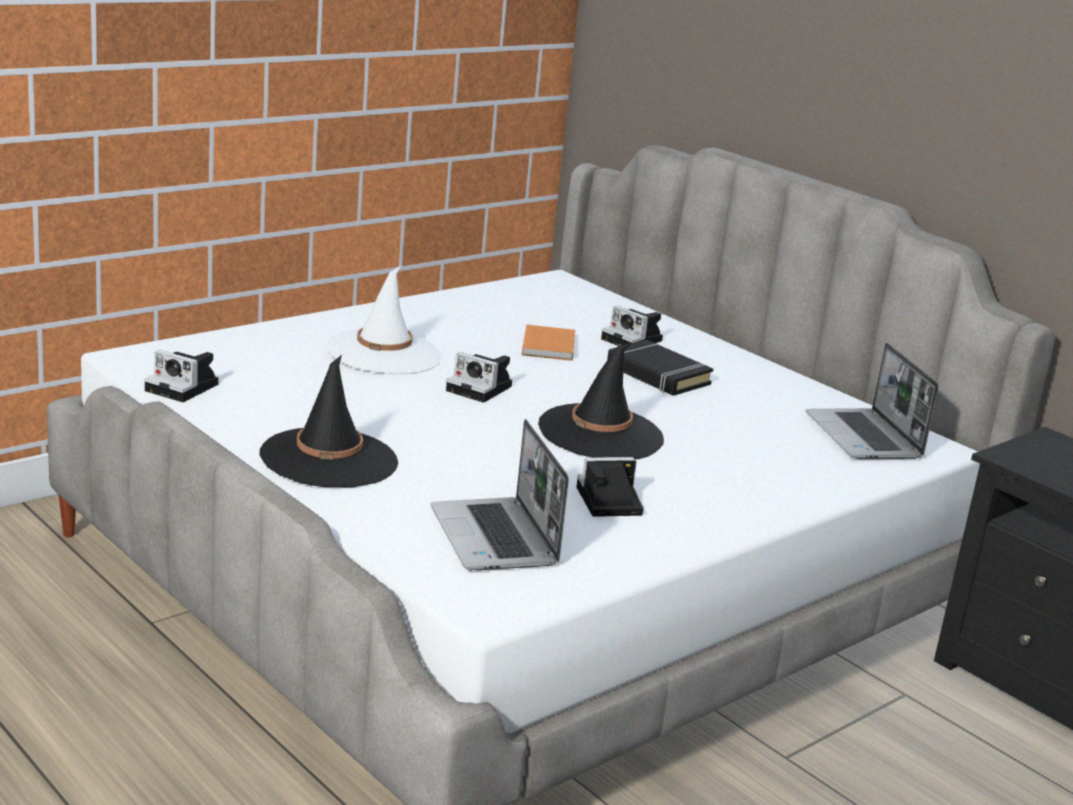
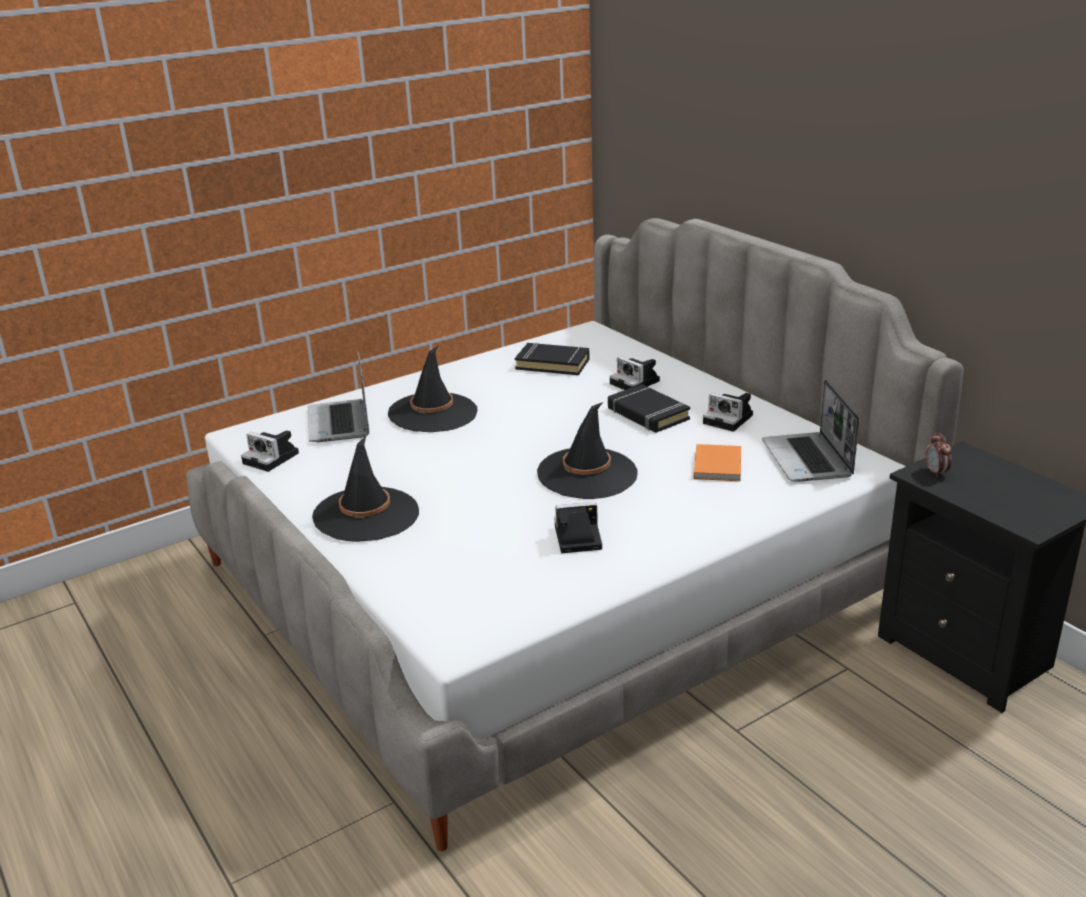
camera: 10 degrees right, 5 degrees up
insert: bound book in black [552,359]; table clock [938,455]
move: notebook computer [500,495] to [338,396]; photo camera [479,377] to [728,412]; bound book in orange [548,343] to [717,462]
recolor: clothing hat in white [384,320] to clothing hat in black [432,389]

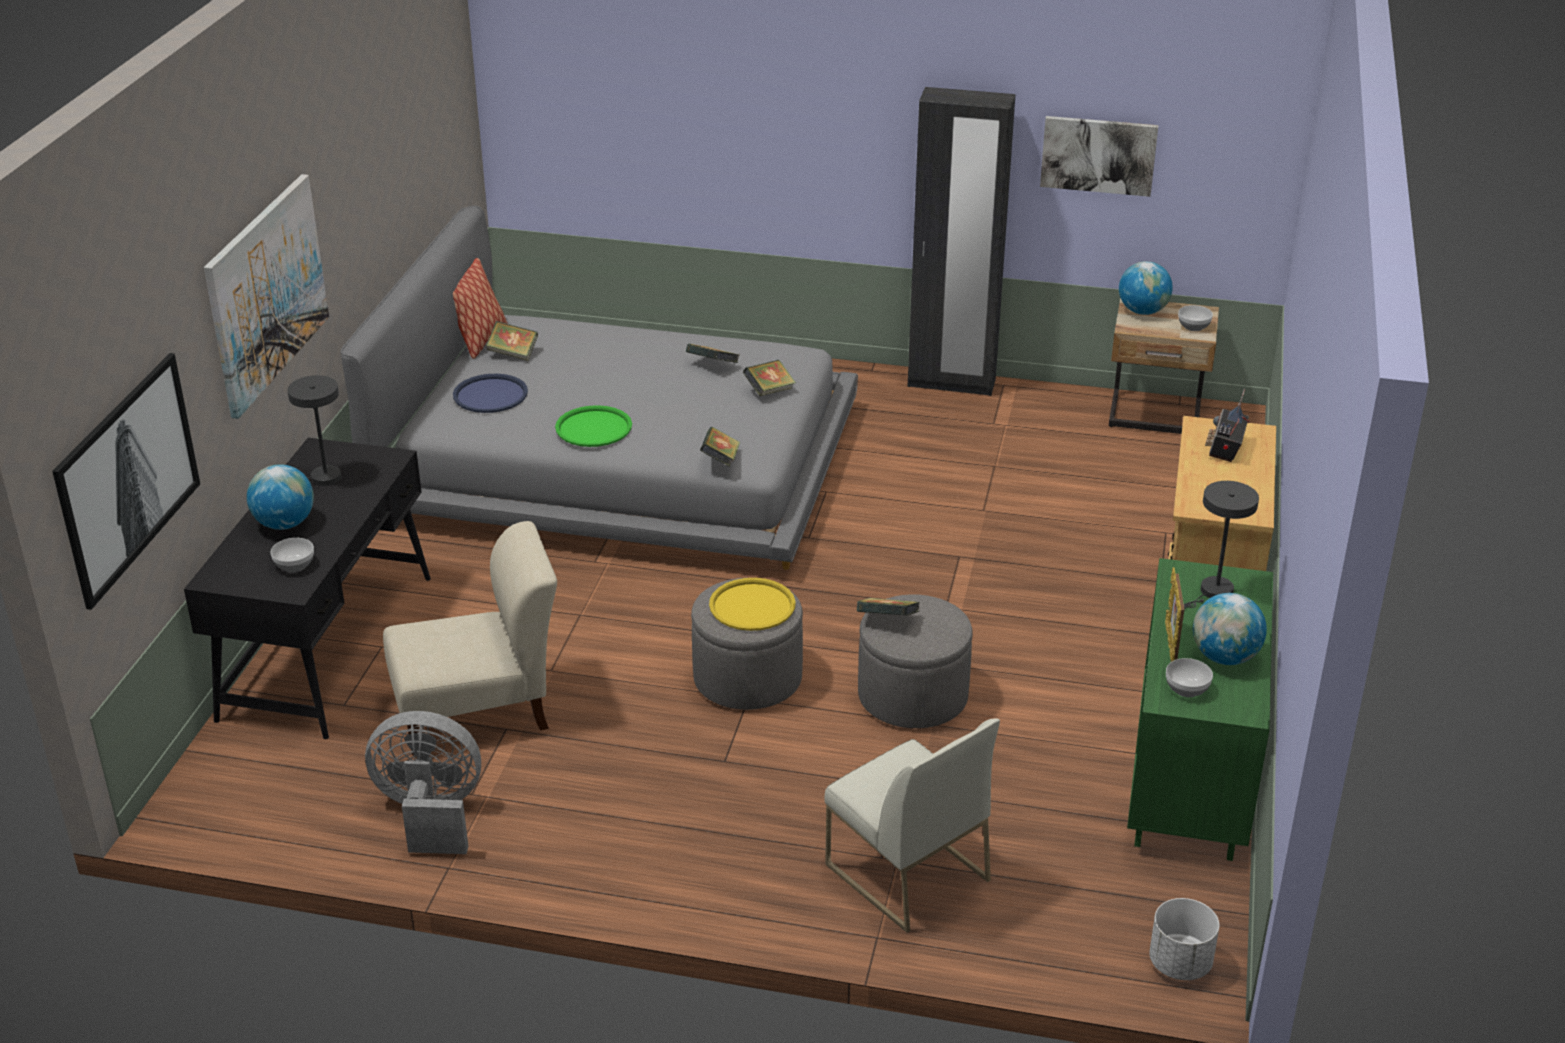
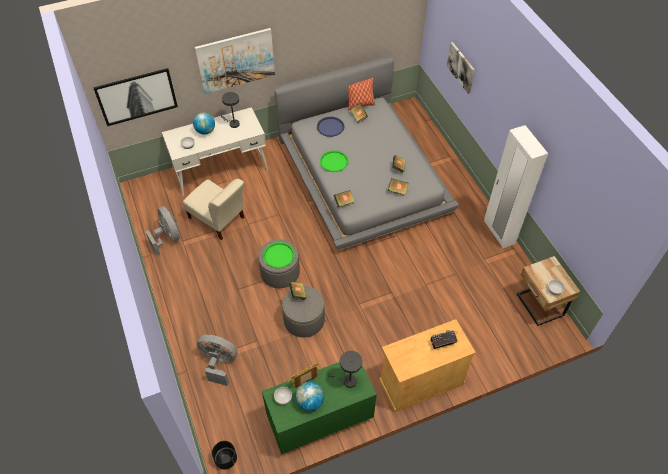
camera: 55 degrees right, 20 degrees up
delete: globe [1146,288]
move: picture [1099,156] to [461,68]
replace: plain chair in white [912,825] to cooling fan in greyish [217,360]
recolor: desk table in black [307,588] to desk table in white [215,151]; carrying tray in yellow-coloured [752,604] to carrying tray in green-coloured [279,255]; clothes cupboard in black [962,241] to clothes cupboard in white [516,187]; plant pot in white [1184,939] to plant pot in black [224,455]

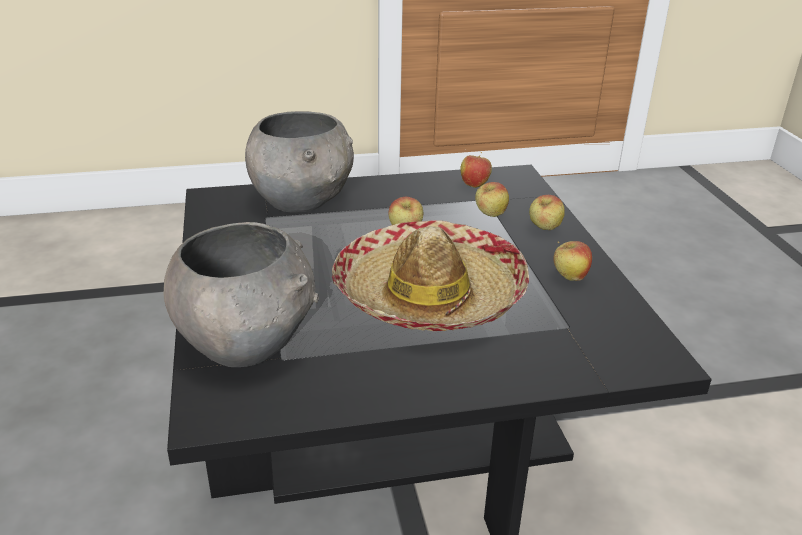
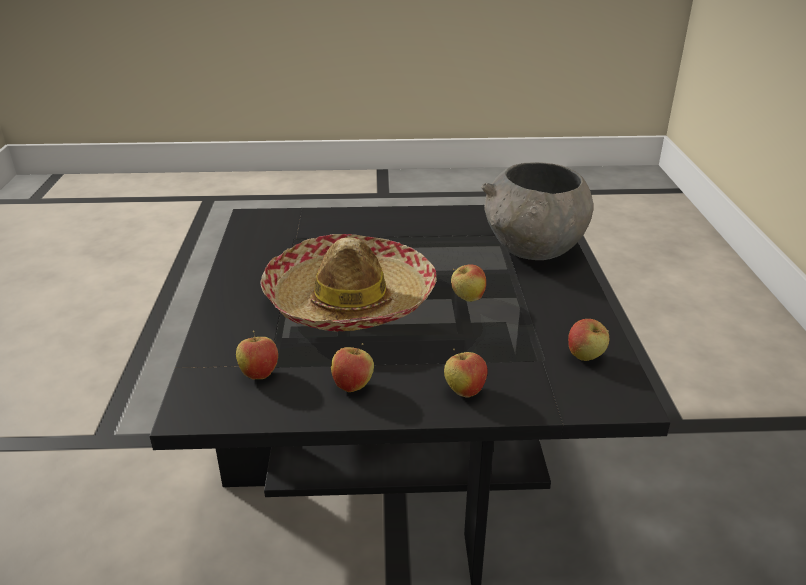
camera: 100 degrees right, 0 degrees up
delete: bowl in greyish [241,294]
move: apple [492,199] to [257,355]

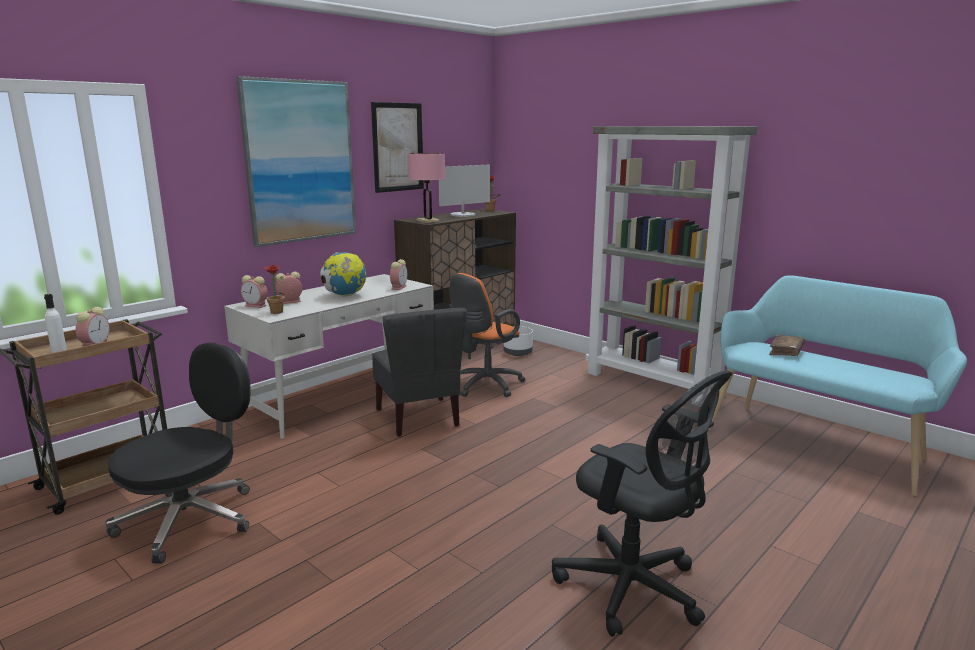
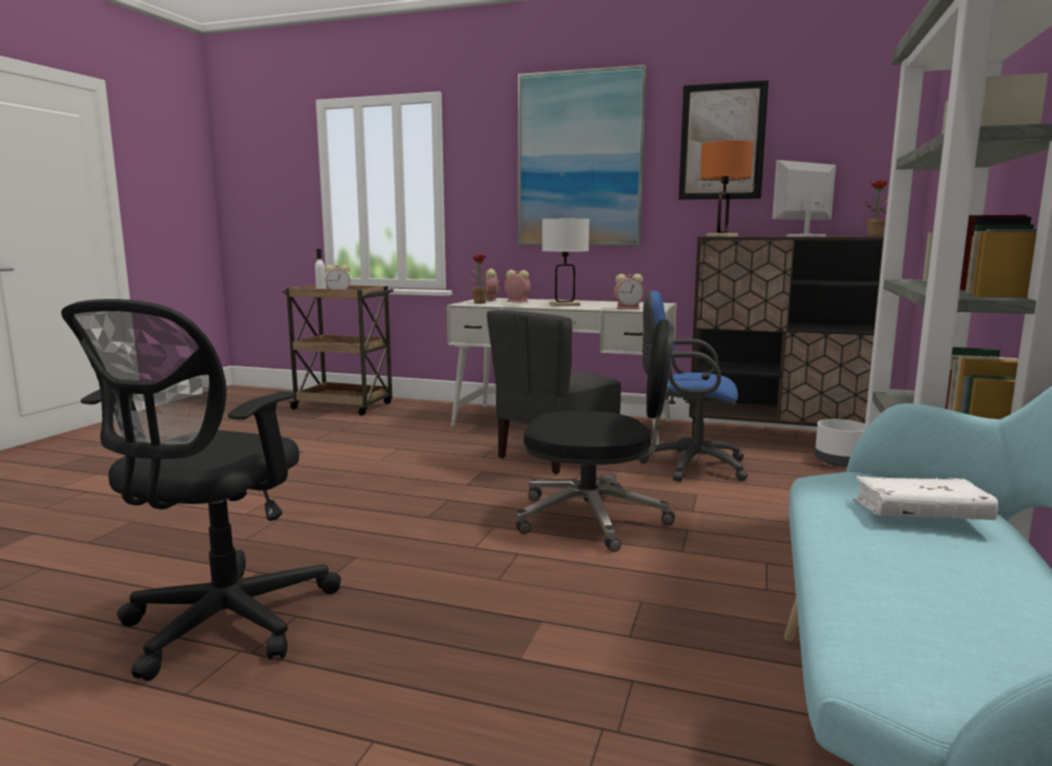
camera: 65 degrees right, 5 degrees down
move: office chair in black [178,453] to [595,435]
replace: globe [343,274] to table lamp in white [565,263]
recolor: table lamp in pinkish [426,188] to table lamp in orange [726,188]; office chair in orange [487,335] to office chair in bluish [693,386]; bound book in brown-coloured [787,345] to bound book in white [926,498]
rotate: computer display [464,191] = [804,198] 120 degrees clockwise

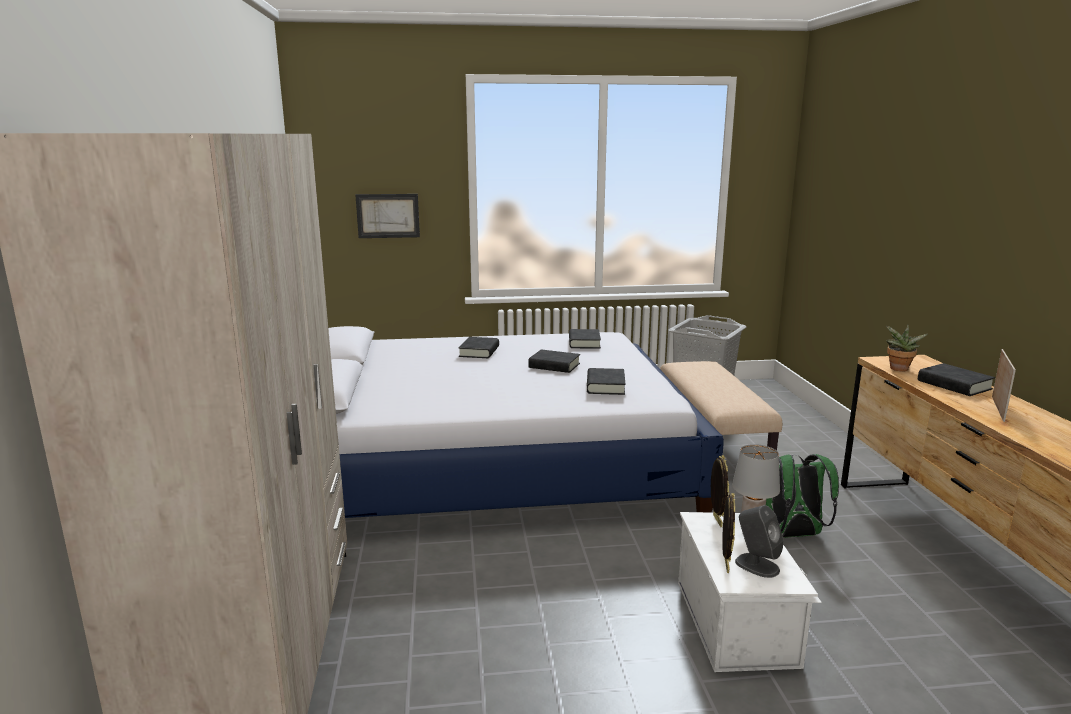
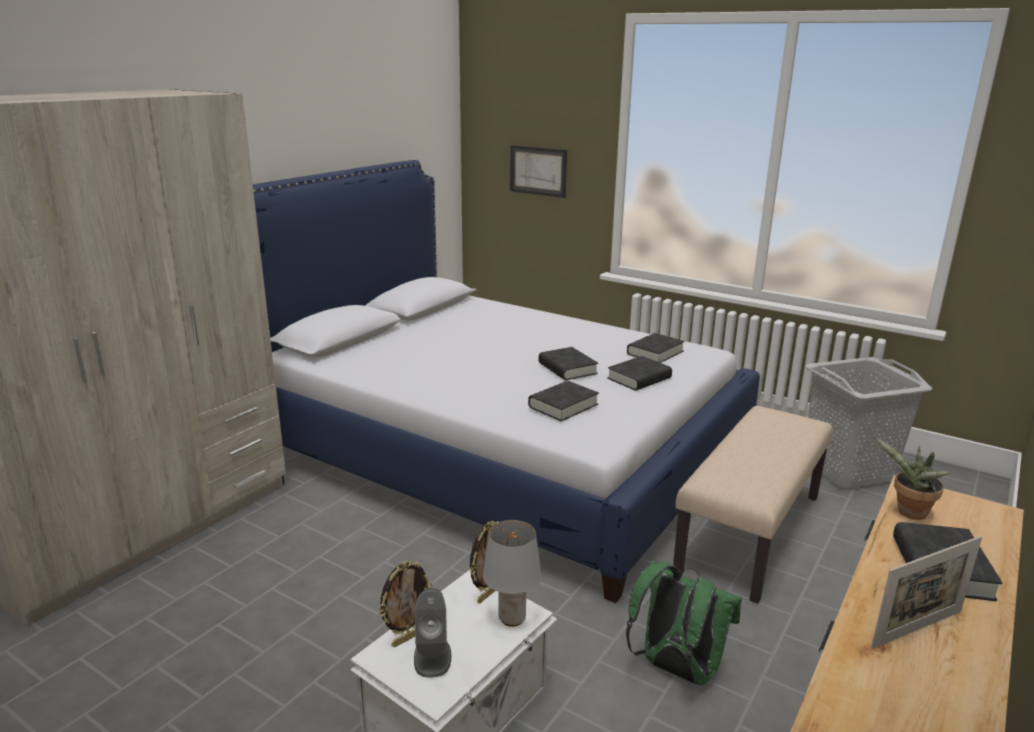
camera: 40 degrees right, 5 degrees up
move: bound book in black [479,347] to [639,373]

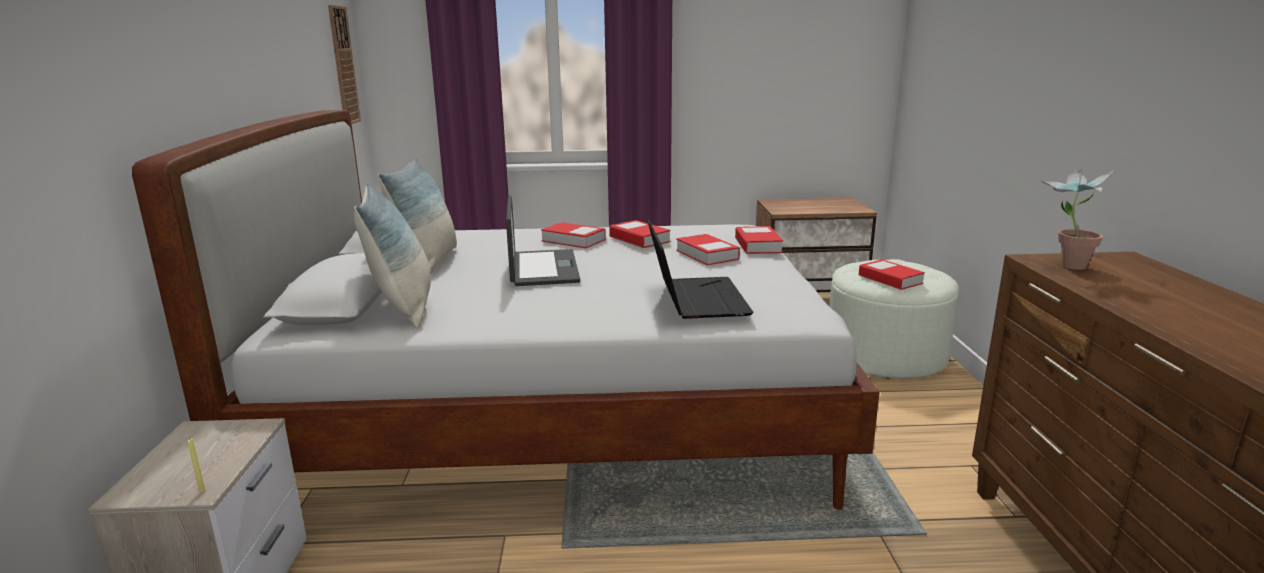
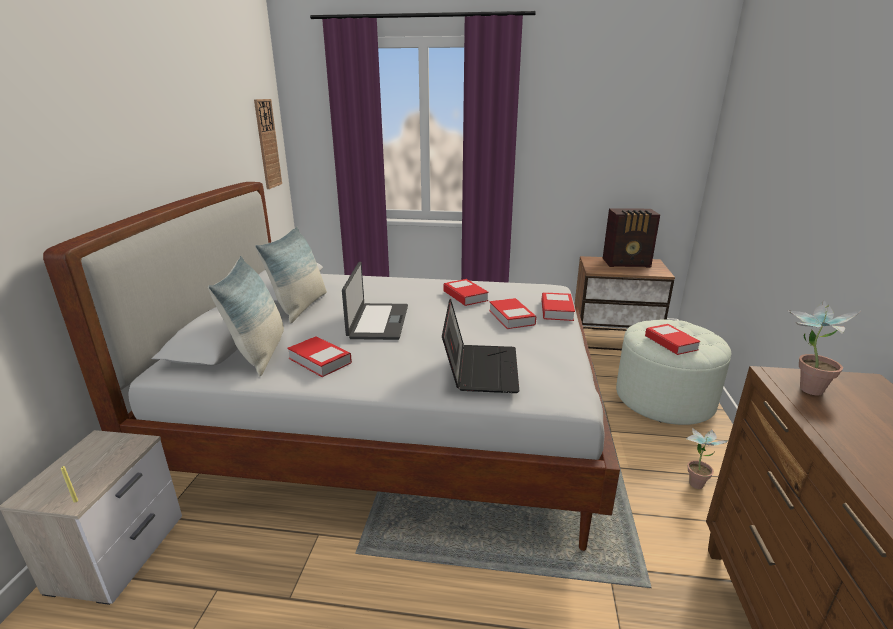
camera: 10 degrees right, 5 degrees up
insert: radio [631,237]; potted plant [707,458]
move: bound book [573,235] to [319,356]

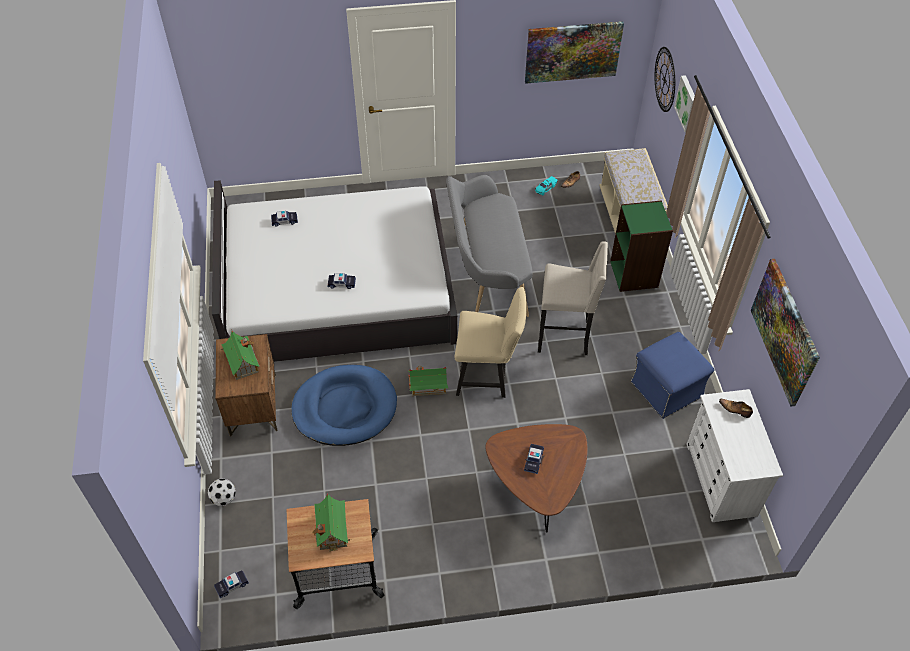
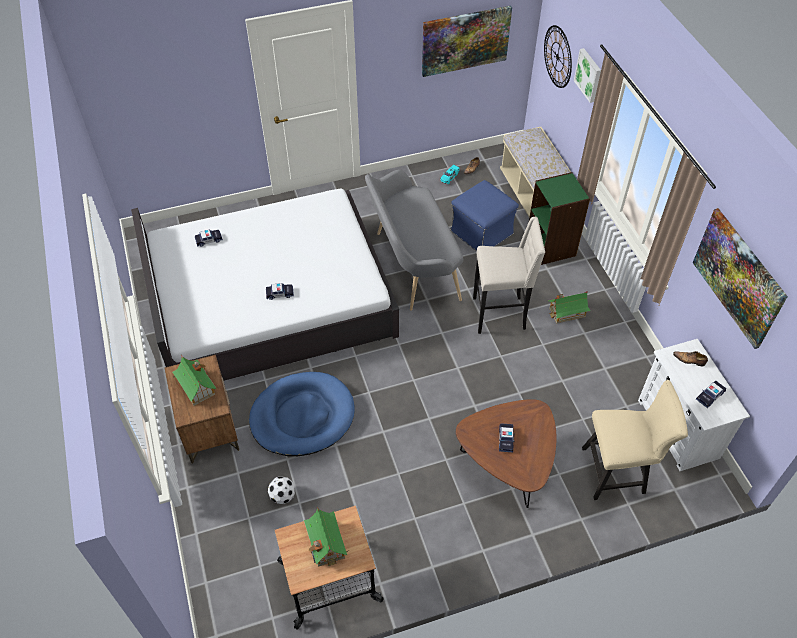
camera: 10 degrees left, 0 degrees up
move: football [222,492] to [281,490]; toy car [231,584] to [711,394]; toy house [428,381] to [569,307]; plain chair in beige-coloured [491,342] to [635,440]; pouffe in bluish [673,375] to [484,216]

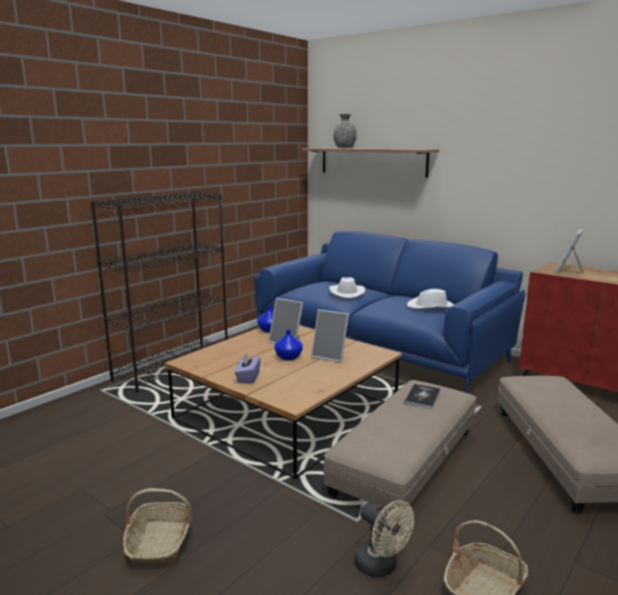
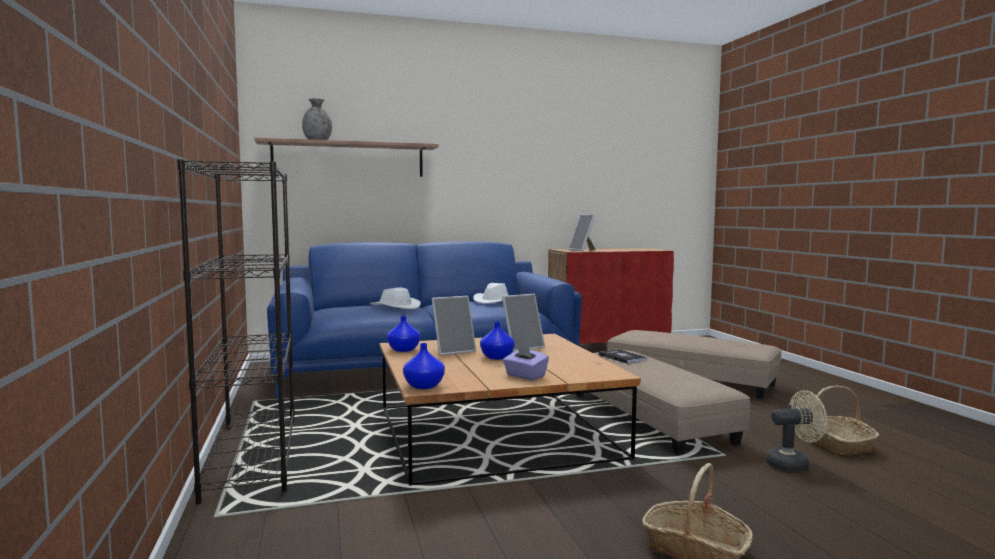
camera: 55 degrees left, 10 degrees down
insert: decorative vase in bluish [424,366]

